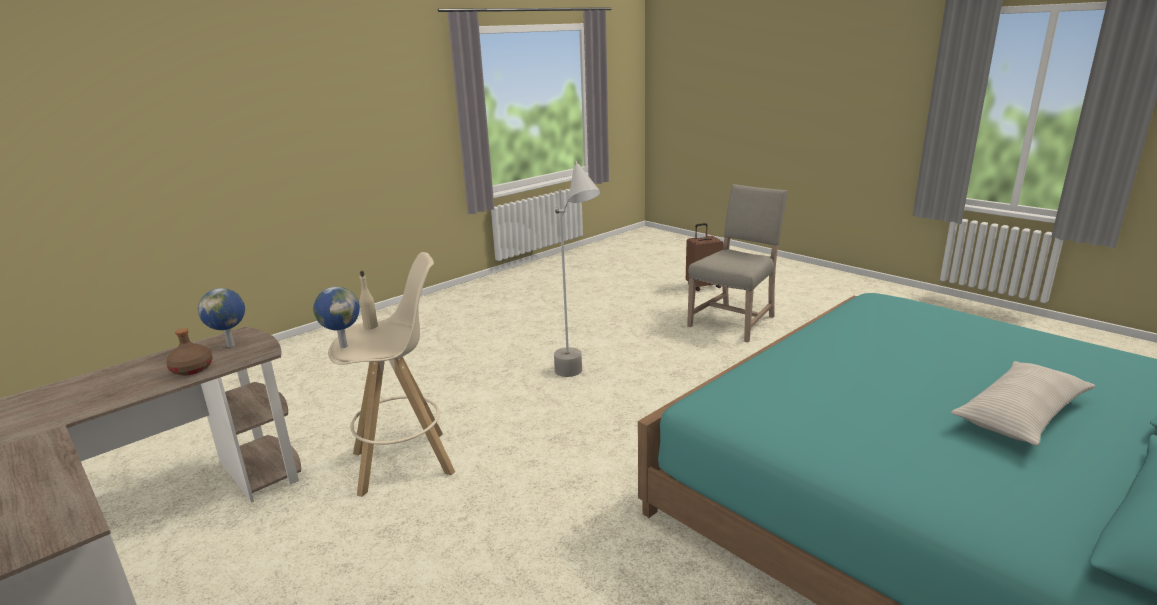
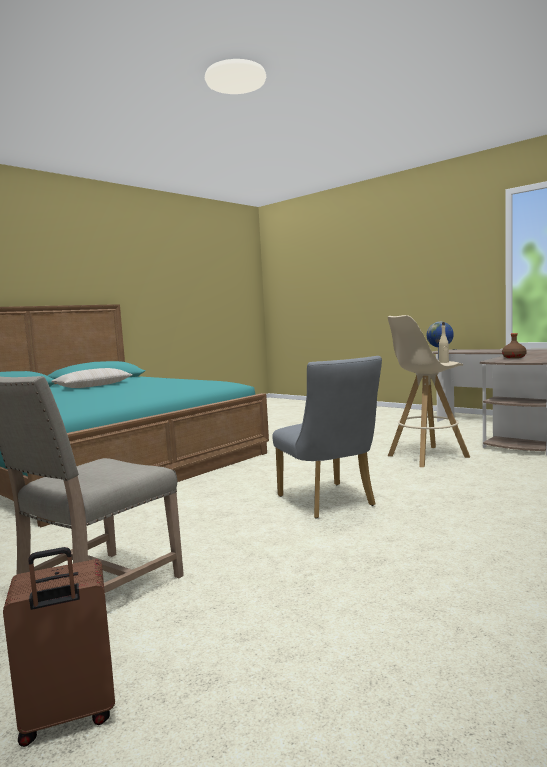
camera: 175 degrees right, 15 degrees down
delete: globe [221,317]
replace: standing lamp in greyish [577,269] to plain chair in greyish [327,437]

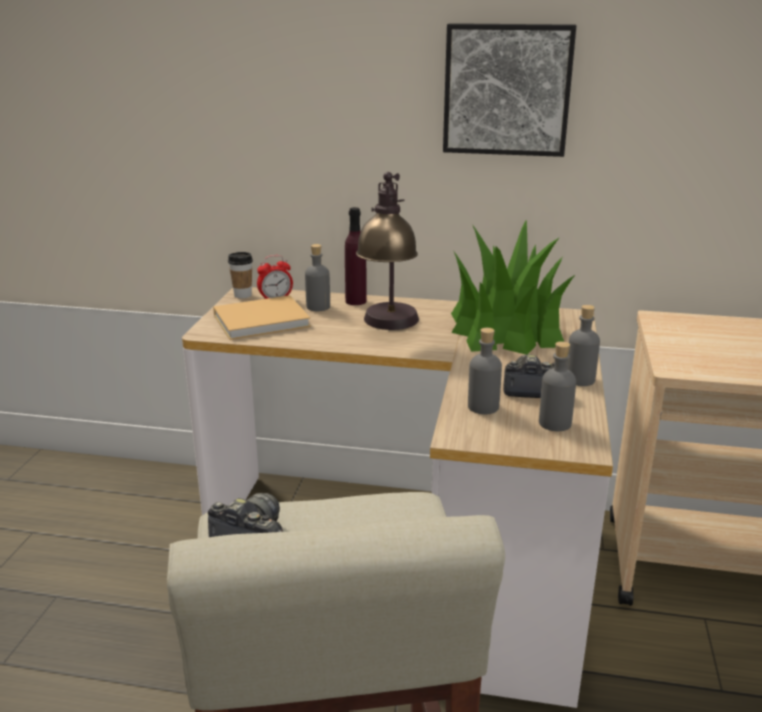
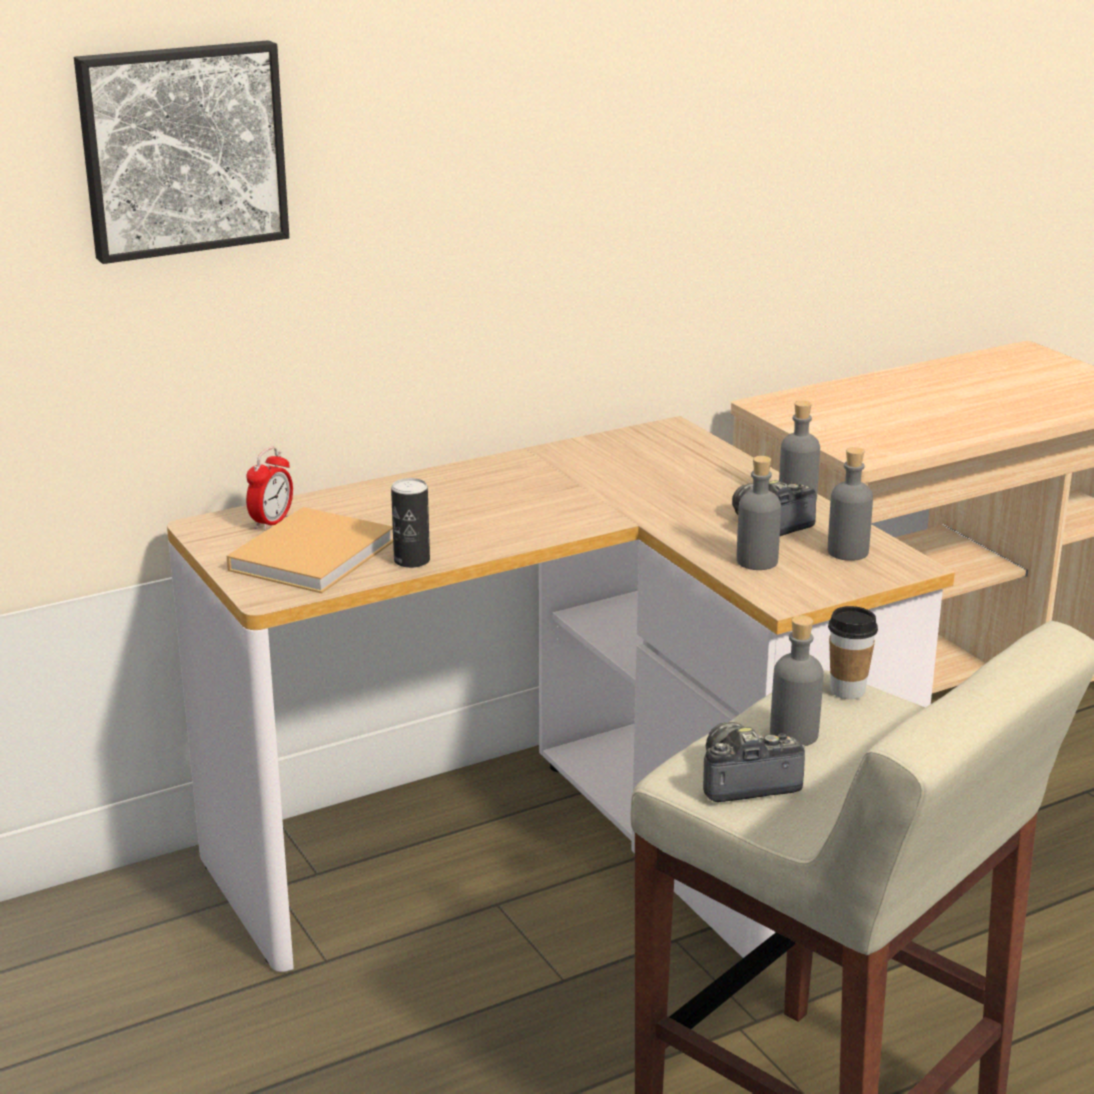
camera: 40 degrees left, 0 degrees up
delete: drink bottle in purplish [356,256]; table lamp [387,251]; potted plant [513,286]
insert: can [410,523]
move: drinking cup [240,275] to [853,652]; drink bottle in greyish [317,277] to [797,680]; picture [509,90] to [181,152]

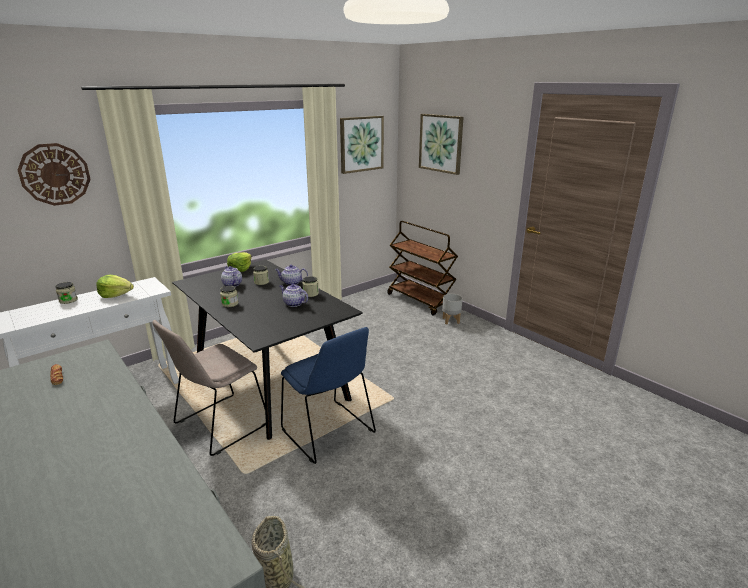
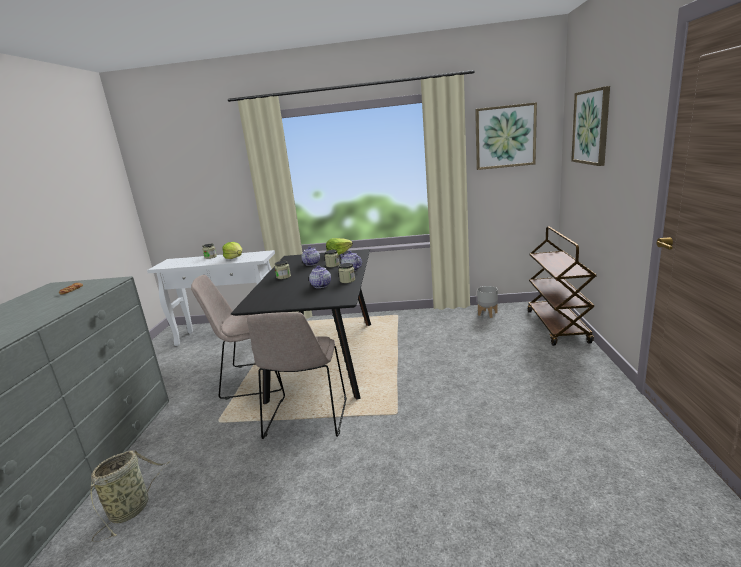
camera: 45 degrees right, 5 degrees down
delete: clock on the wall [54,174]
move: plant pot in greyish [452,309] to [487,302]
recolor: plain chair in bluish [328,395] to plain chair in beige-coloured [297,375]

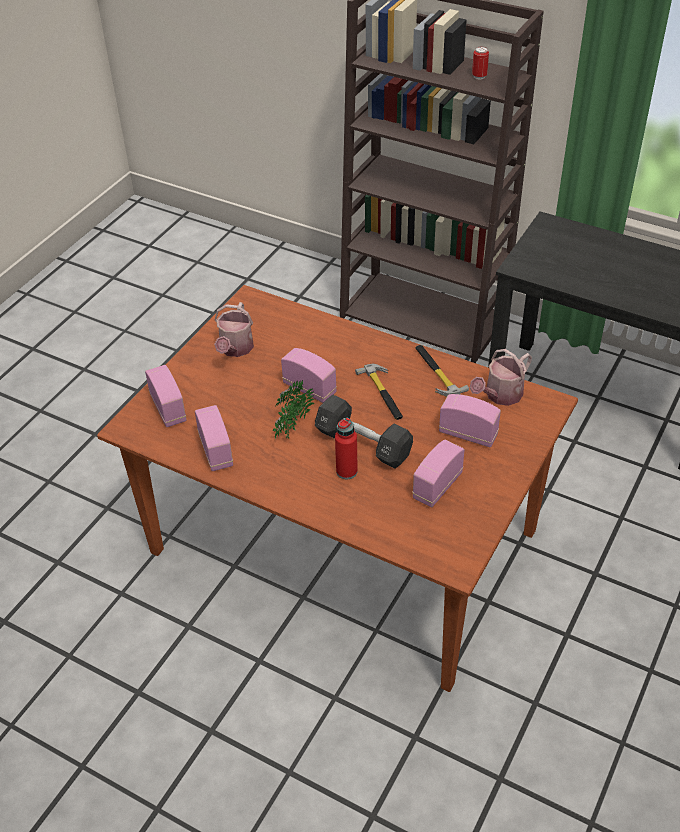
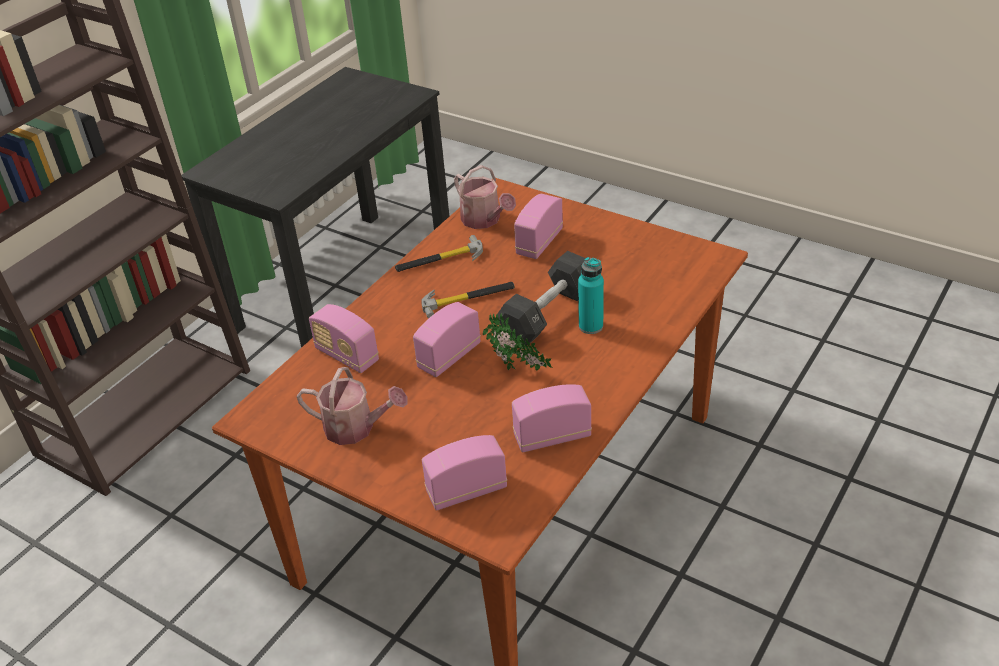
camera: 85 degrees left, 5 degrees down
delete: can [480,63]
move: radio [438,473] to [344,338]
recolor: drink bottle in red-coloured [346,448] to drink bottle in turquoise [591,295]

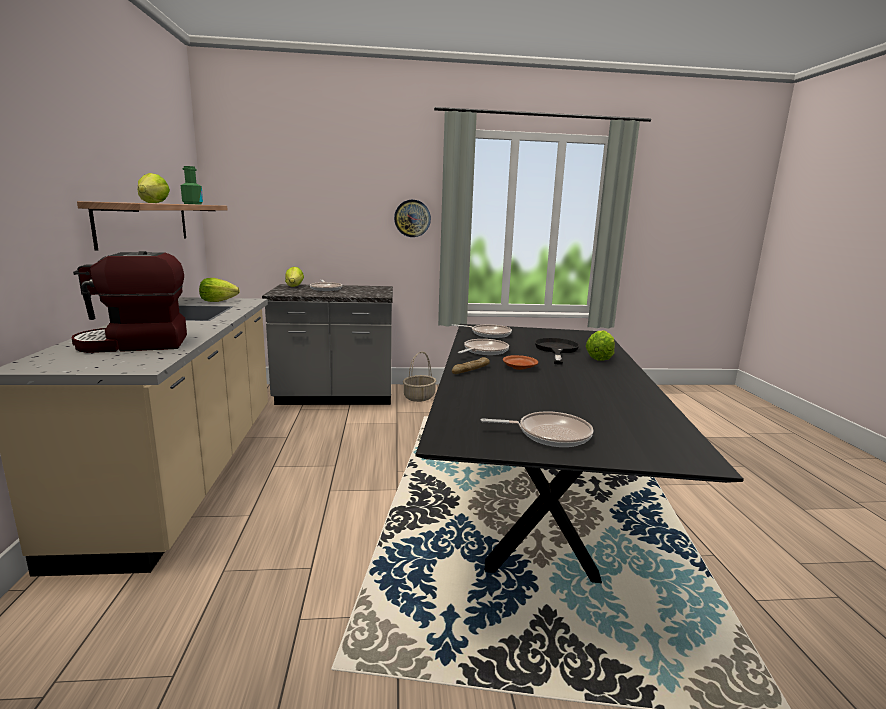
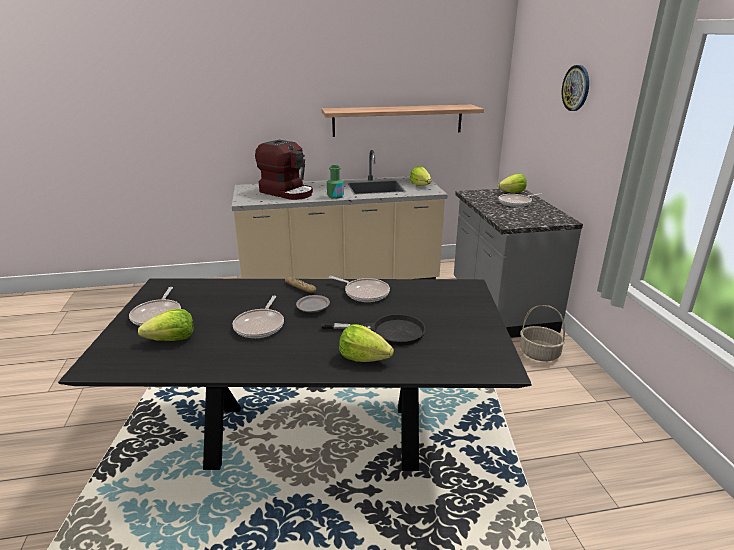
camera: 85 degrees right, 10 degrees up
move: head of lettuce [154,188] to [166,325]; drink bottle in green-coloured [192,185] to [335,182]; clock on the wall [412,218] to [575,88]; skillet [482,331] to [258,317]
recolor: plate in brown-coloured [520,362] to plate in greyish [313,304]
rotate: coffee brewer [129,302] = [284,170] 150 degrees clockwise

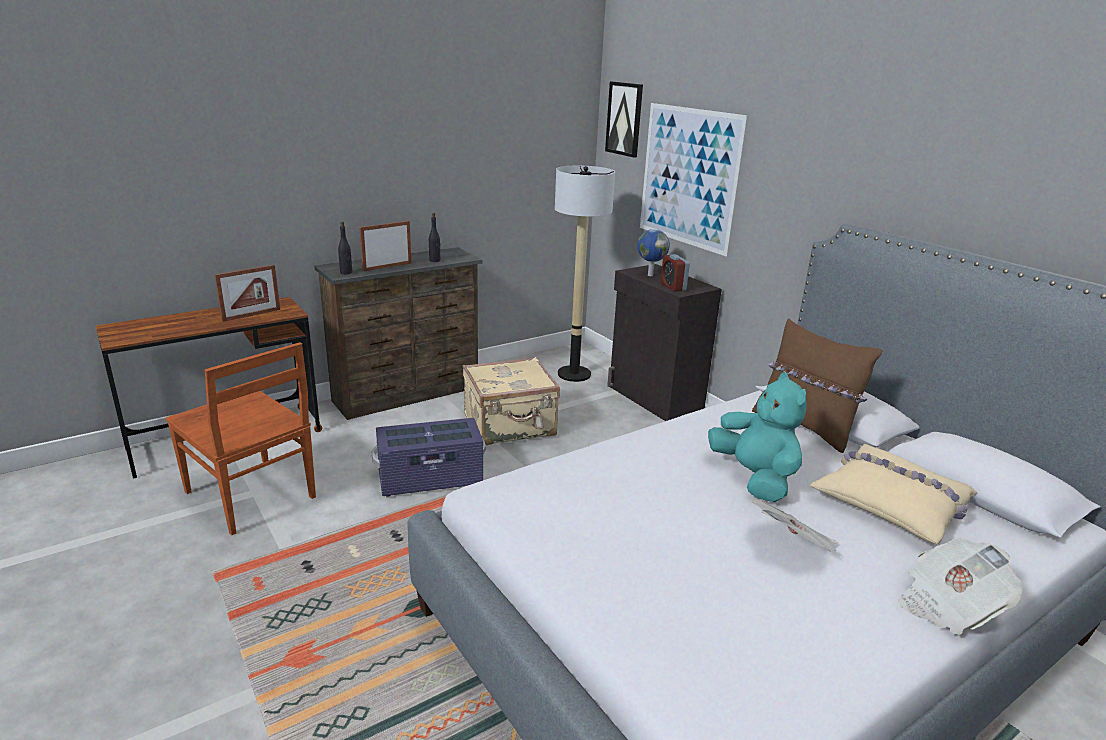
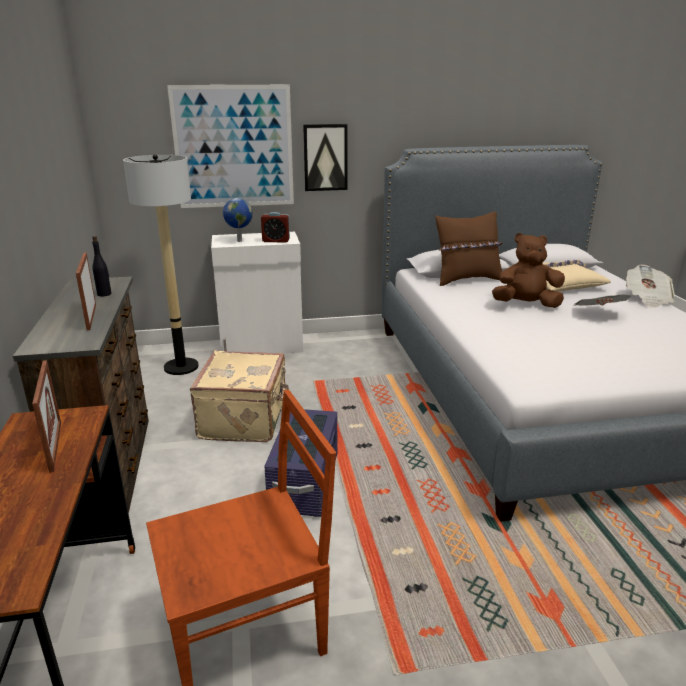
camera: 65 degrees left, 0 degrees up
delete: drink bottle in black [345,248]
move: picture [624,119] to [325,157]
recolor: cupboard in black [664,342] to cupboard in white [257,293]; plush toy in turquoise [757,437] to plush toy in brown-coloured [528,270]

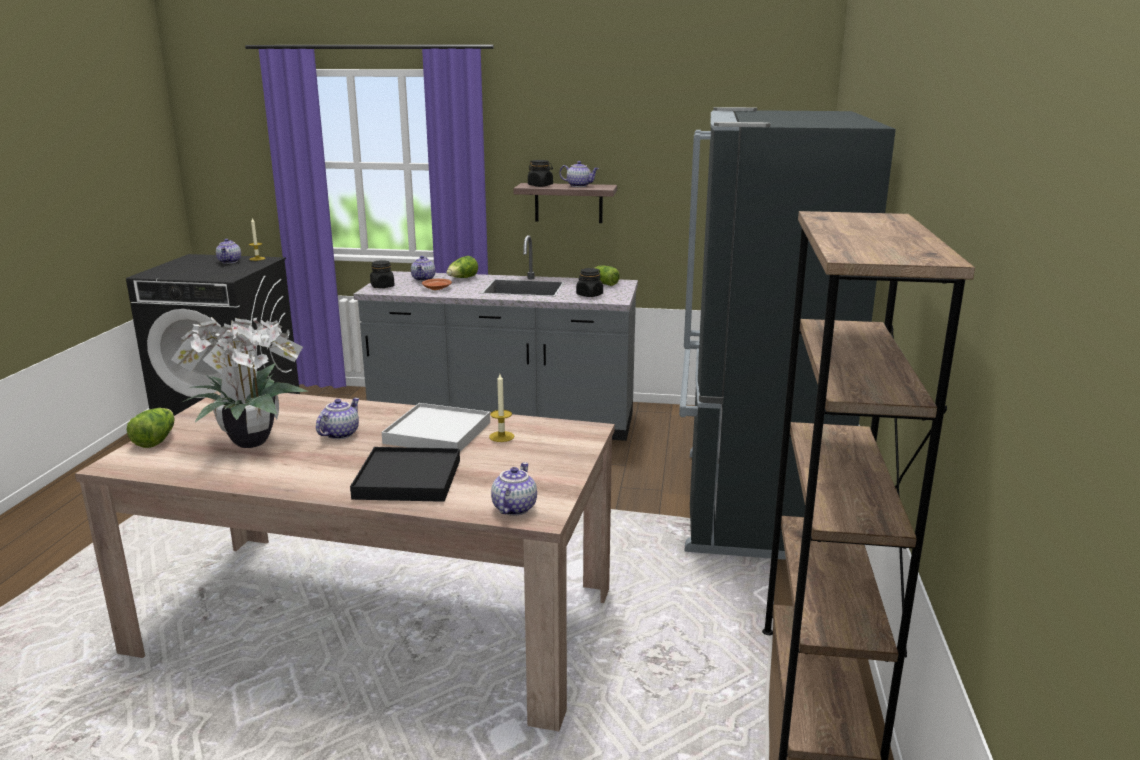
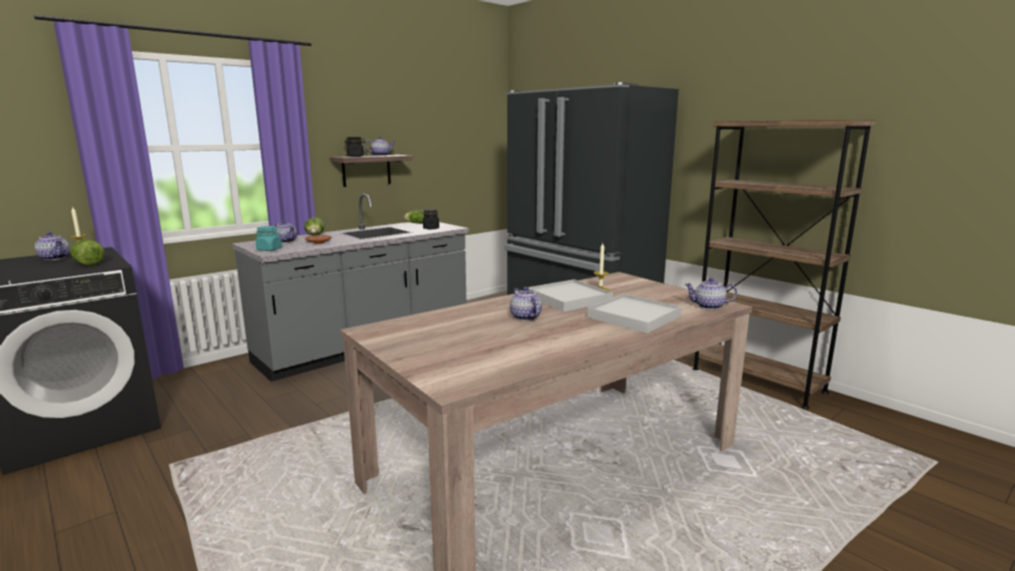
camera: 50 degrees left, 5 degrees down
delete: potted plant [239,382]
move: head of lettuce [150,428] to [87,253]
recolor: carrying tray in black [405,474] to carrying tray in white [634,313]; jar in black [382,274] to jar in turquoise [269,238]
rotate: teapot [514,489] = [711,294] 45 degrees counterclockwise

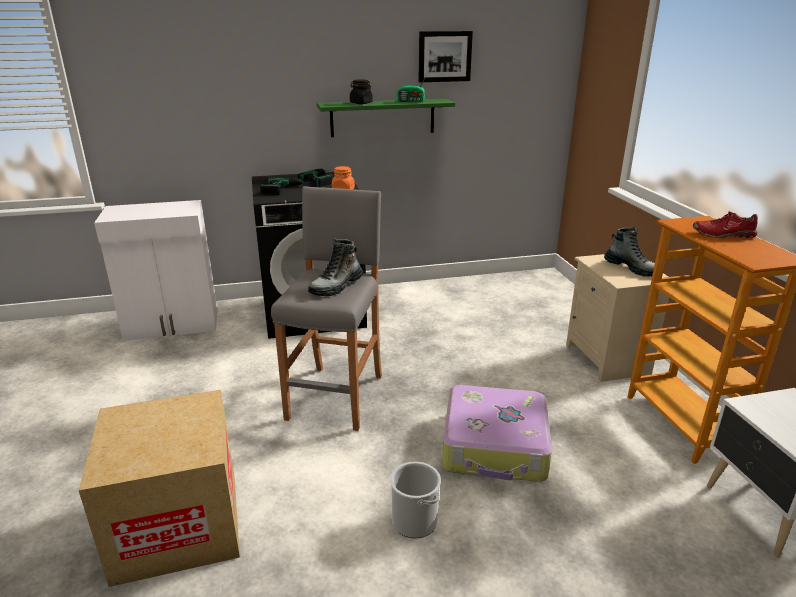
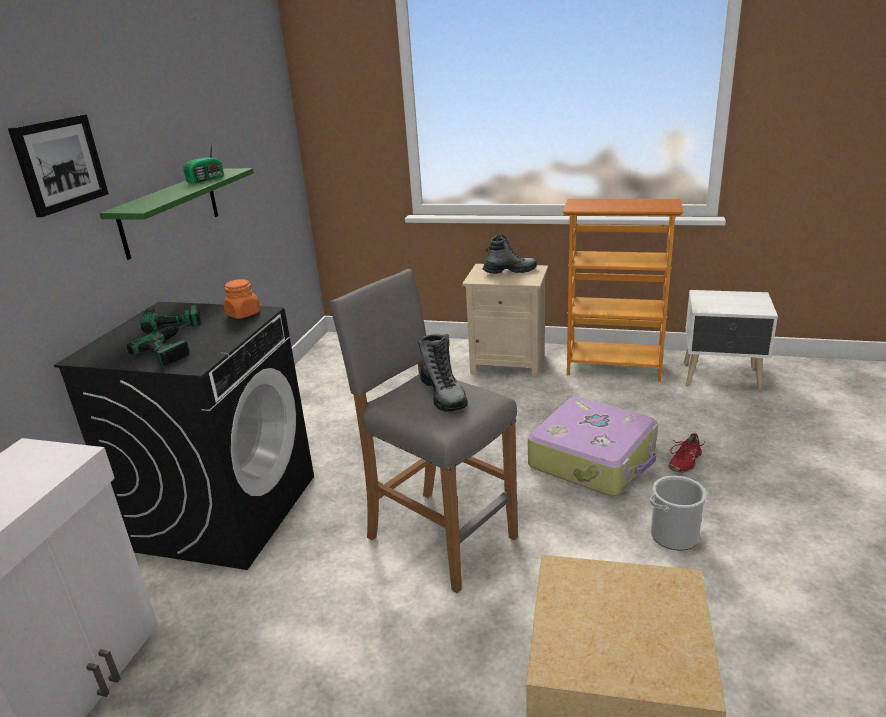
camera: 60 degrees left, 0 degrees up
delete: jar in black [361,92]
move: picture [446,56] to [58,165]; shoe in red-coloured [725,224] to [686,453]

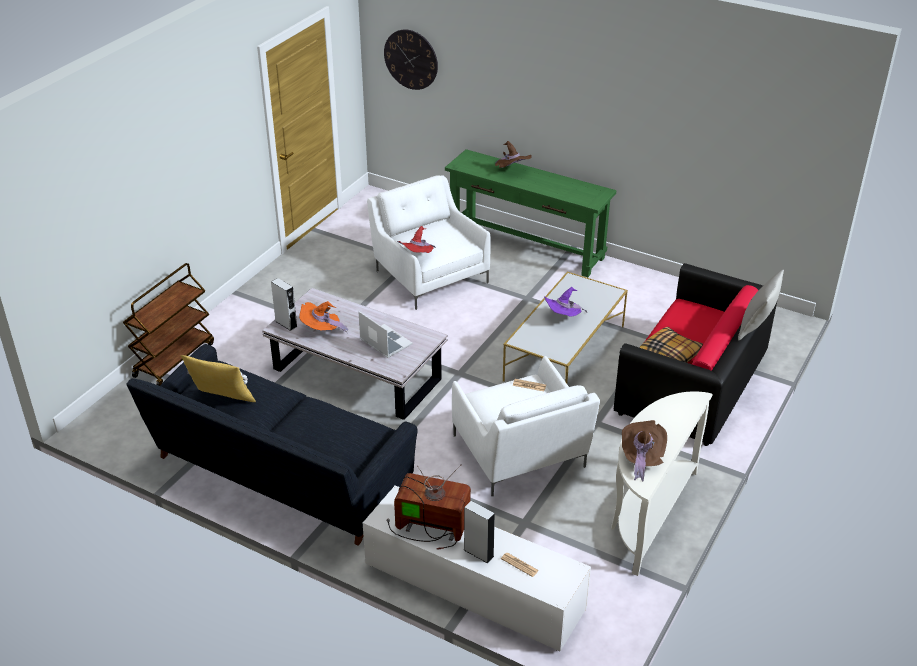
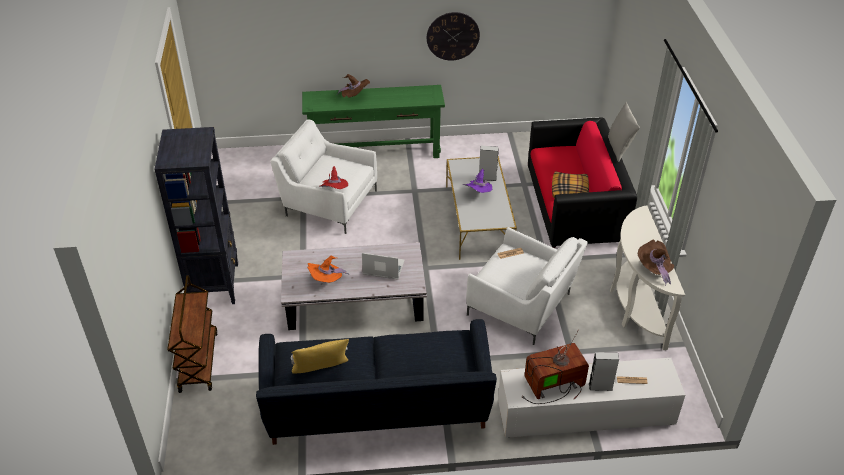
camera: 35 degrees left, 5 degrees up
insert: bookshelf in black [196,215]
move: audio speaker in greyish [284,304] to [489,163]; clock on the wall [411,59] to [453,36]

